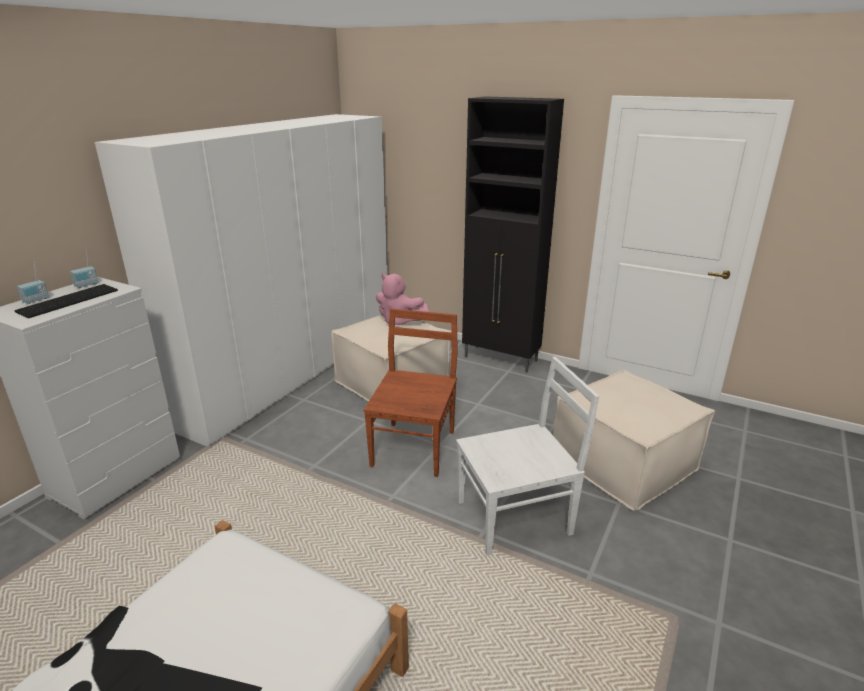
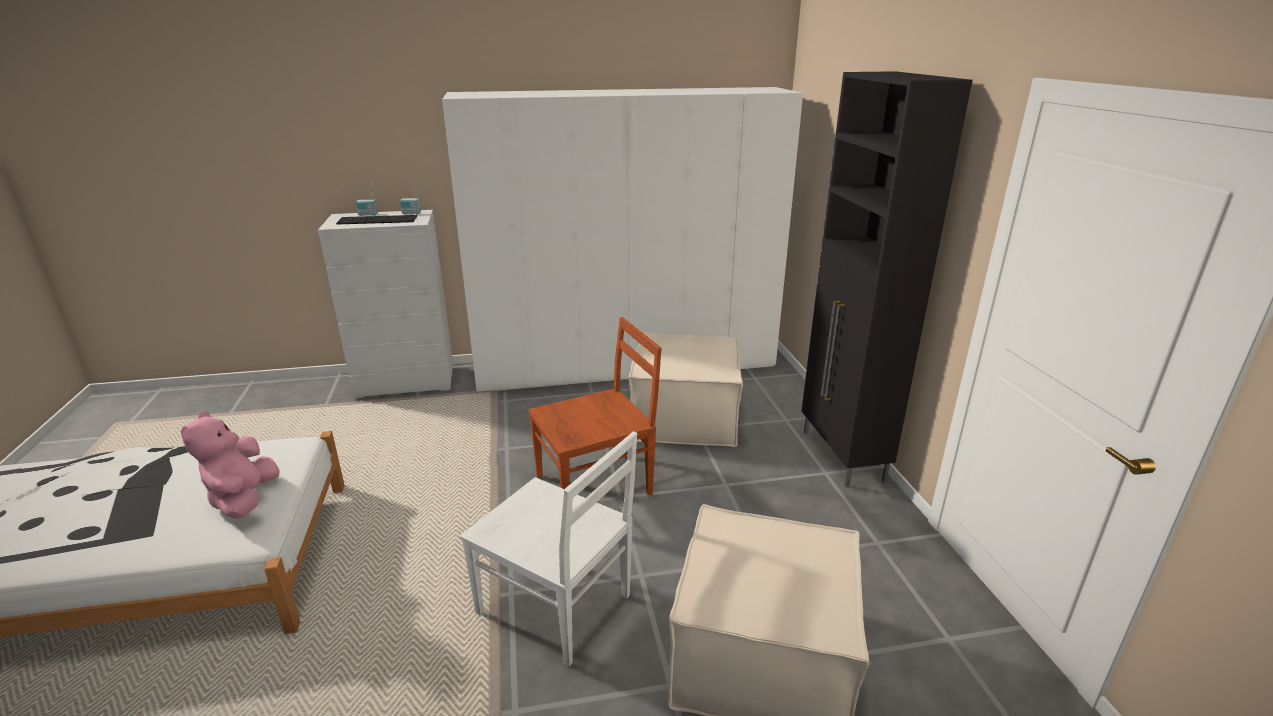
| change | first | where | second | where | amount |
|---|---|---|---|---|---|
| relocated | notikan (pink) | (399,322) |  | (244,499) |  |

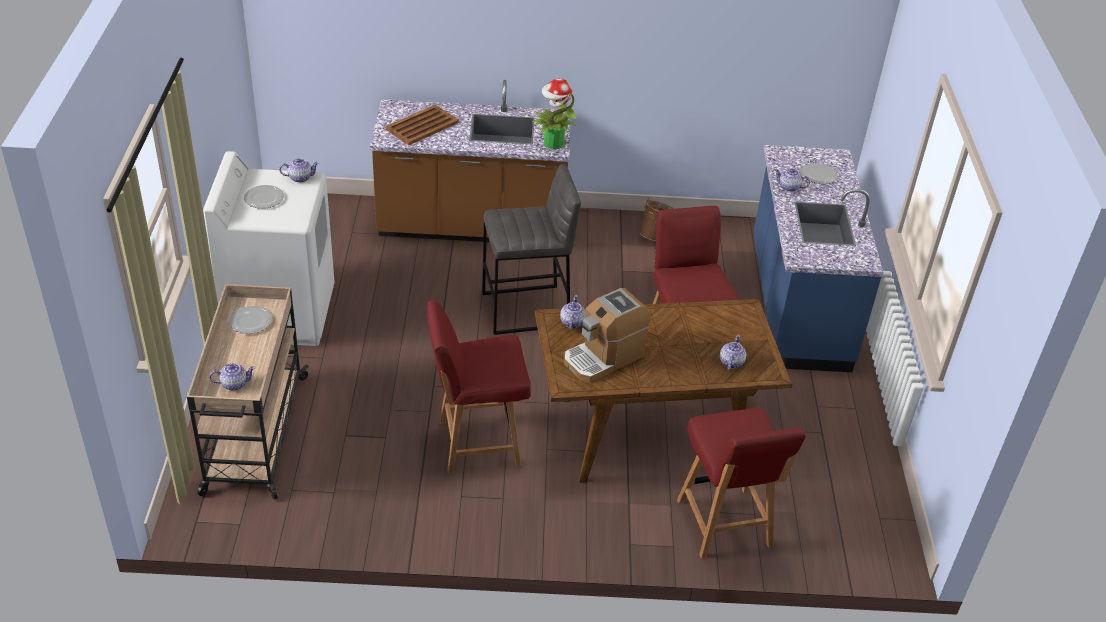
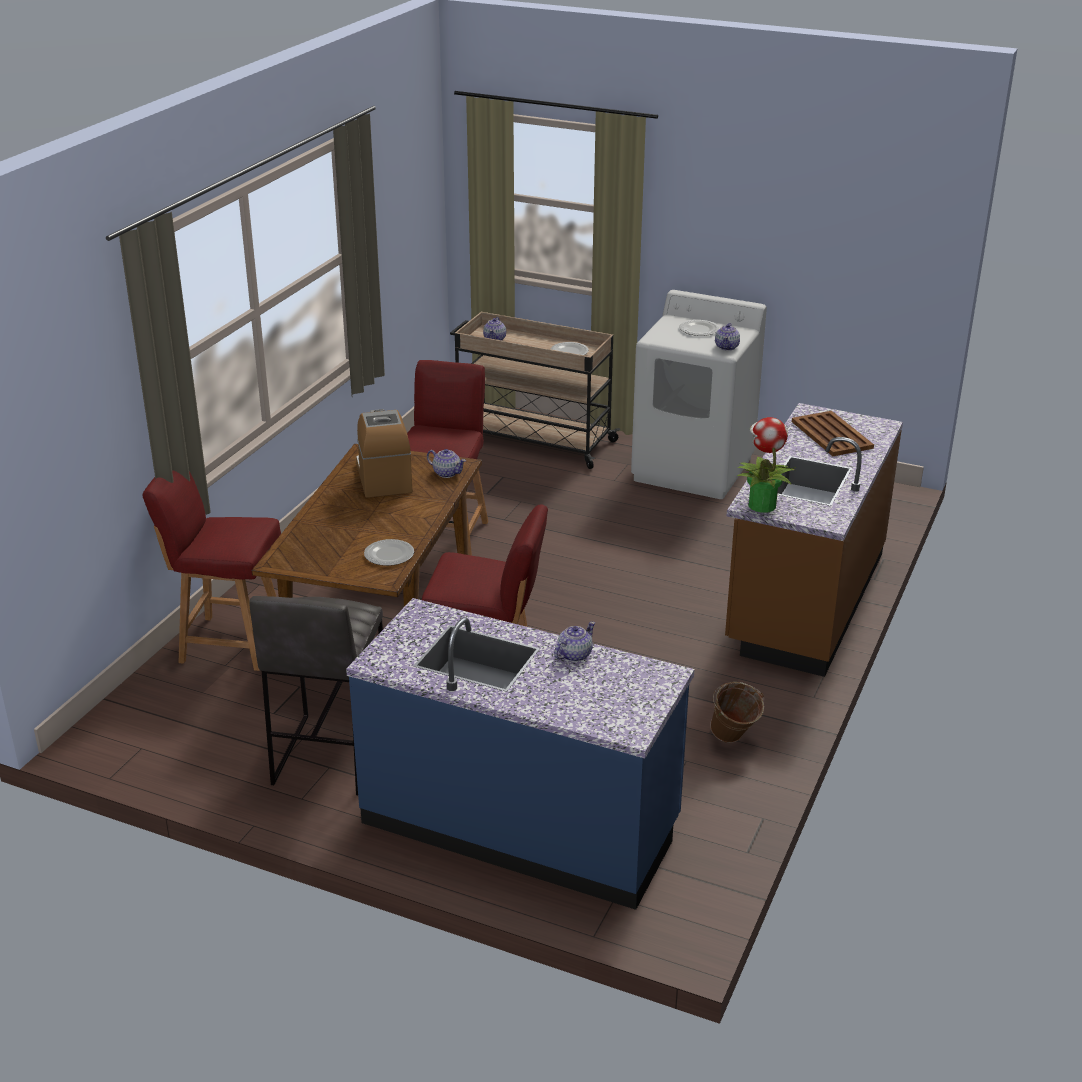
| change | first | where | second | where | amount |
|---|---|---|---|---|---|
| relocated | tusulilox | (819,175) |  | (388,555) |  |
| relocated | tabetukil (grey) | (526,310) |  | (329,755) |  |
| missing | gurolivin | (731,362) |  |  |  |

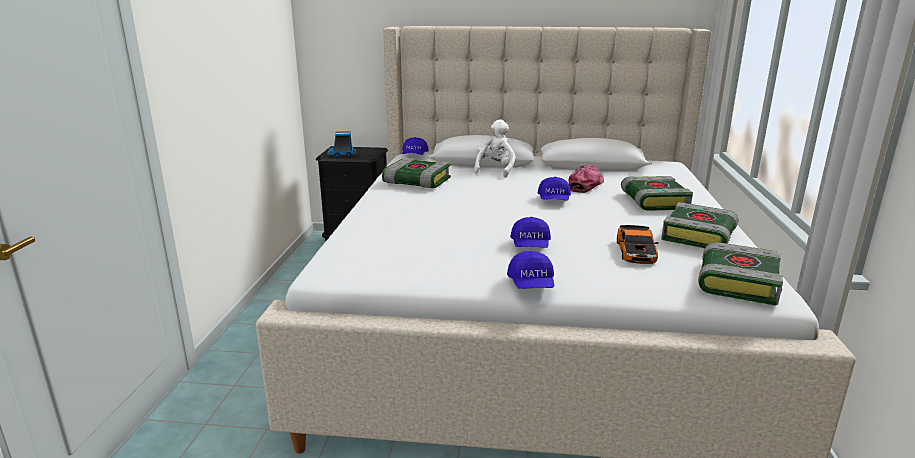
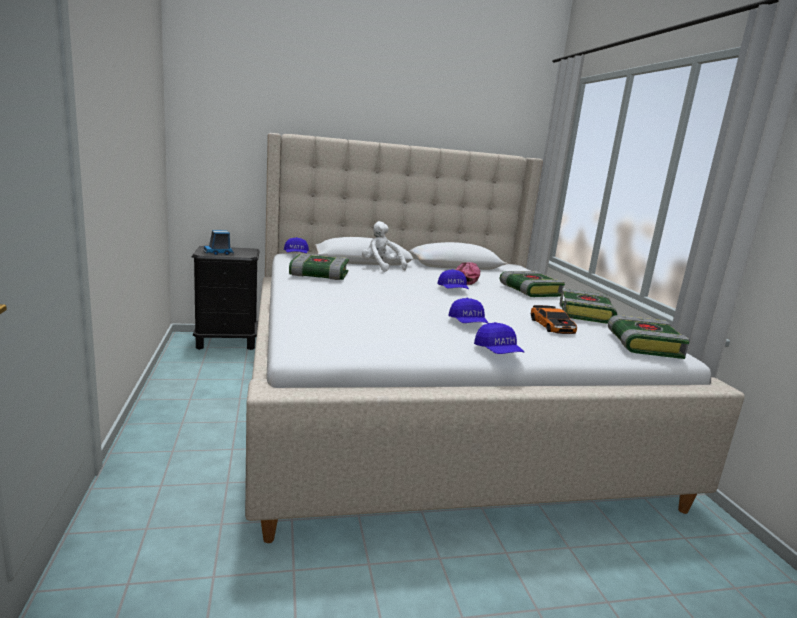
| change | first | where | second | where | amount |
|---|---|---|---|---|---|
| spun | notikan (white) | (495,170) |  | (381,267) | 45 degrees counterclockwise |

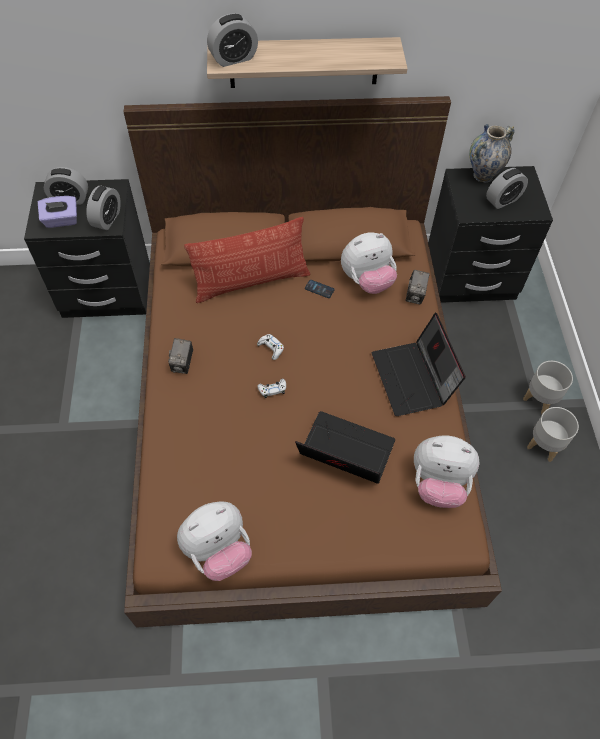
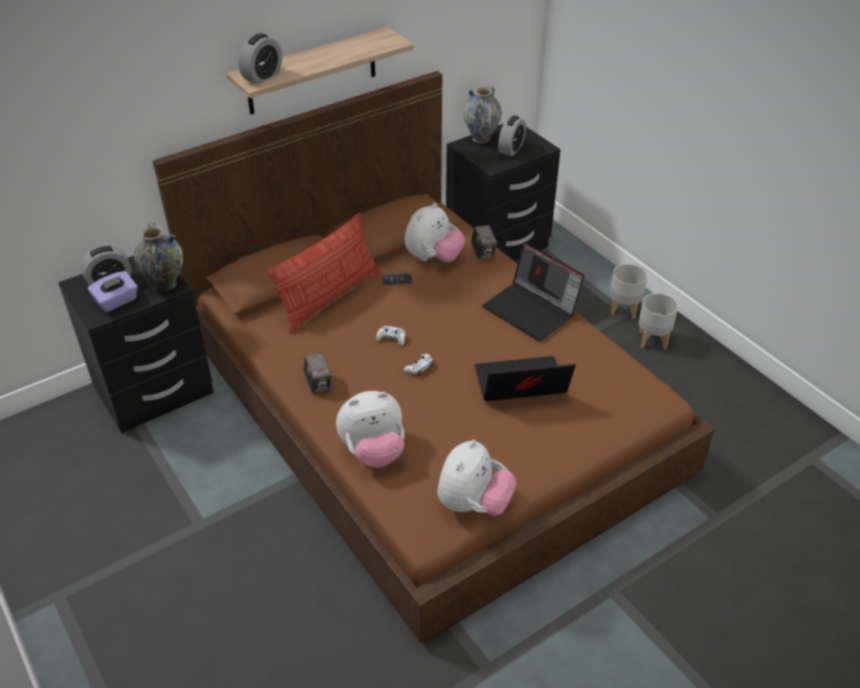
| change | first | where | second | where | amount |
|---|---|---|---|---|---|
| exchanged | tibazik | (107,219) | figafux | (165,284) |  |
| relocated | notikan | (438,483) |  | (373,452) |  |

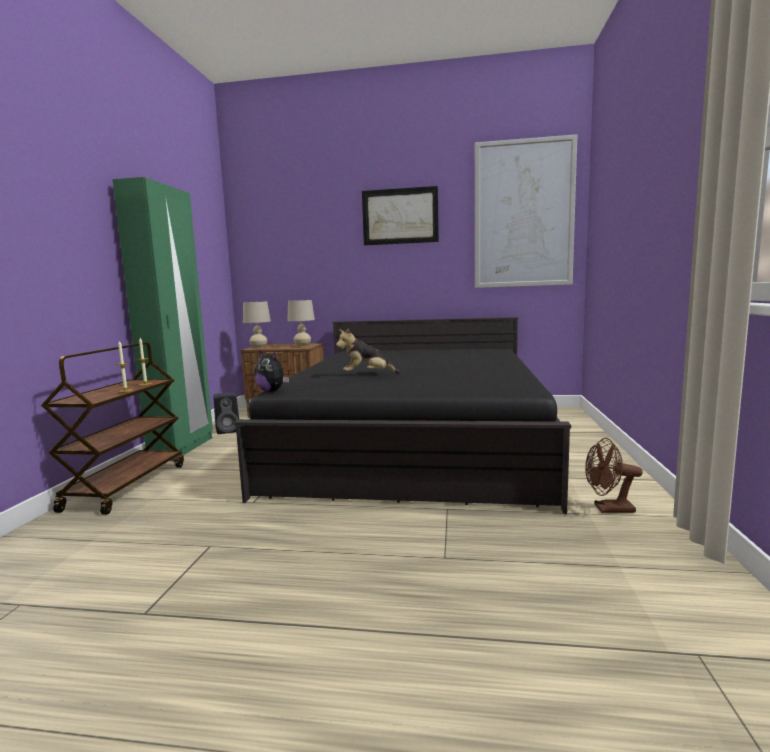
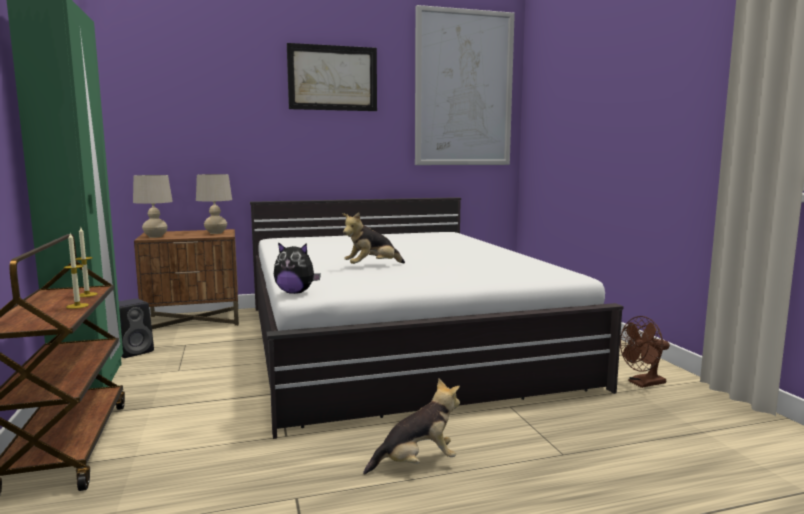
| change | first | where | second | where | amount |
|---|---|---|---|---|---|
| colour | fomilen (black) | (415,442) | fomilen (white) | (396,341) |  |
| appeared |  |  | notikan | (417,463) |  |

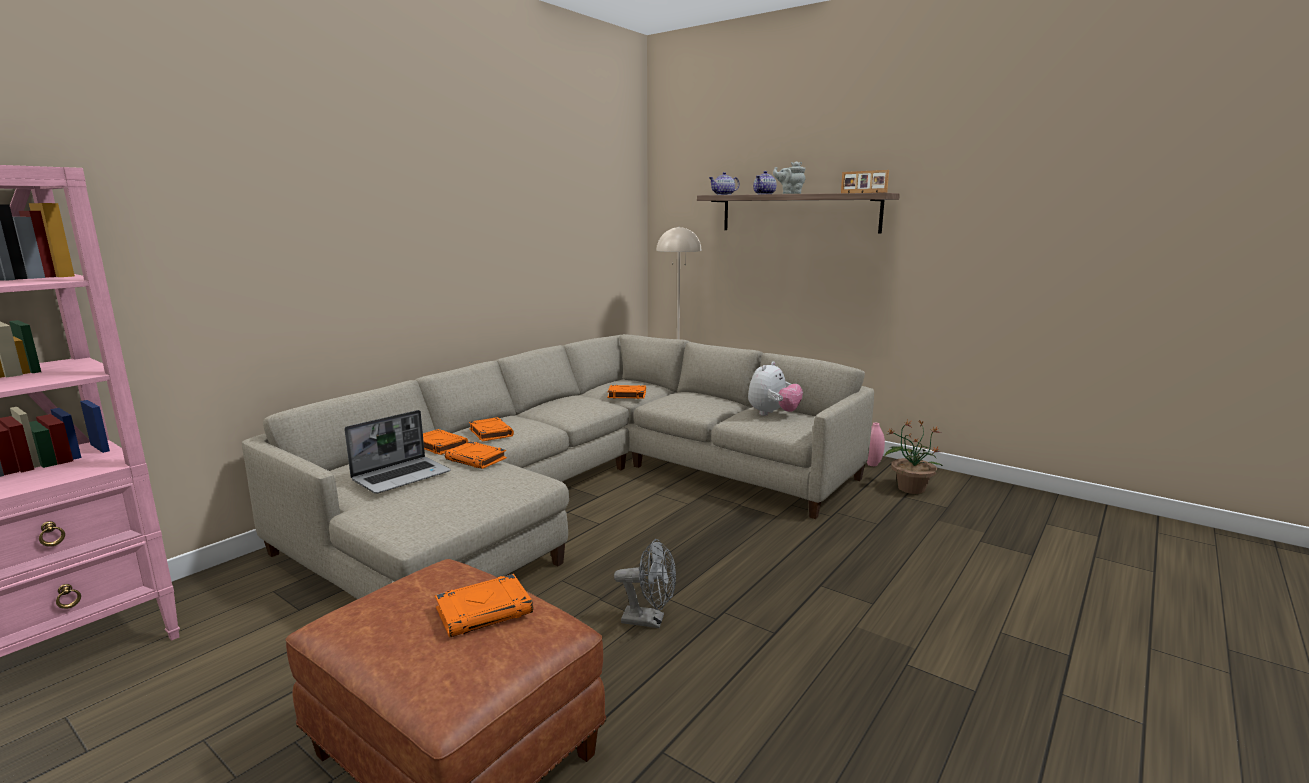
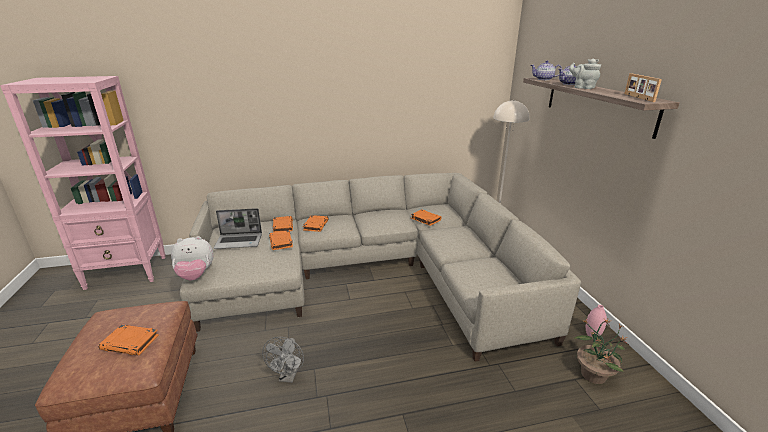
| change | first | where | second | where | amount |
|---|---|---|---|---|---|
| relocated | notikan | (773,414) |  | (196,275) |  |
| spun | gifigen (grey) | (649,620) |  | (288,376) | 45 degrees clockwise |

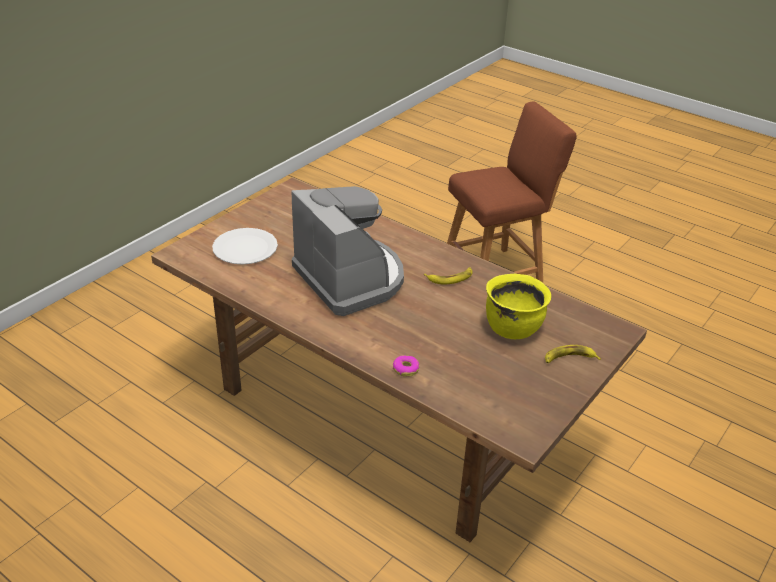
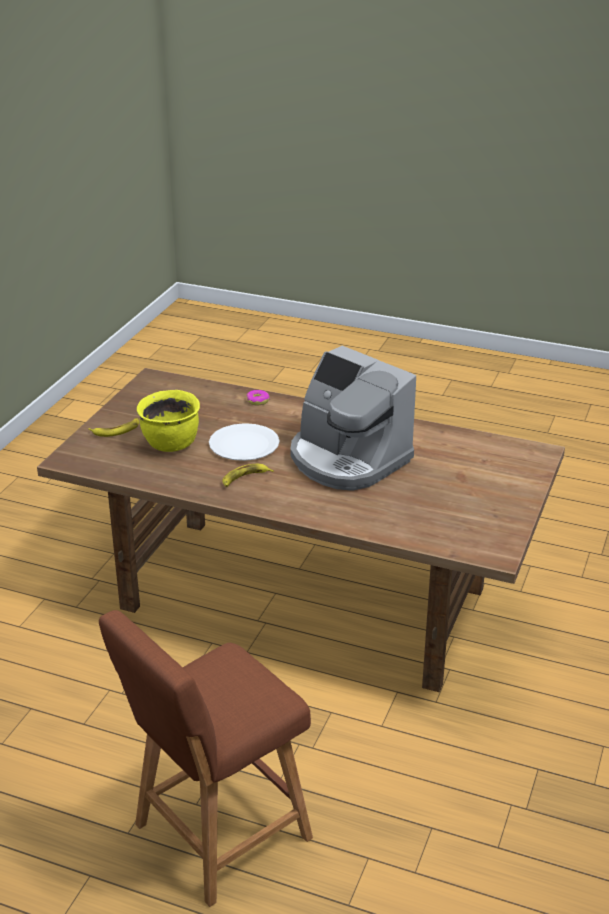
| change | first | where | second | where | amount |
|---|---|---|---|---|---|
| relocated | tusulilox (white) | (245,248) |  | (244,444) |  |

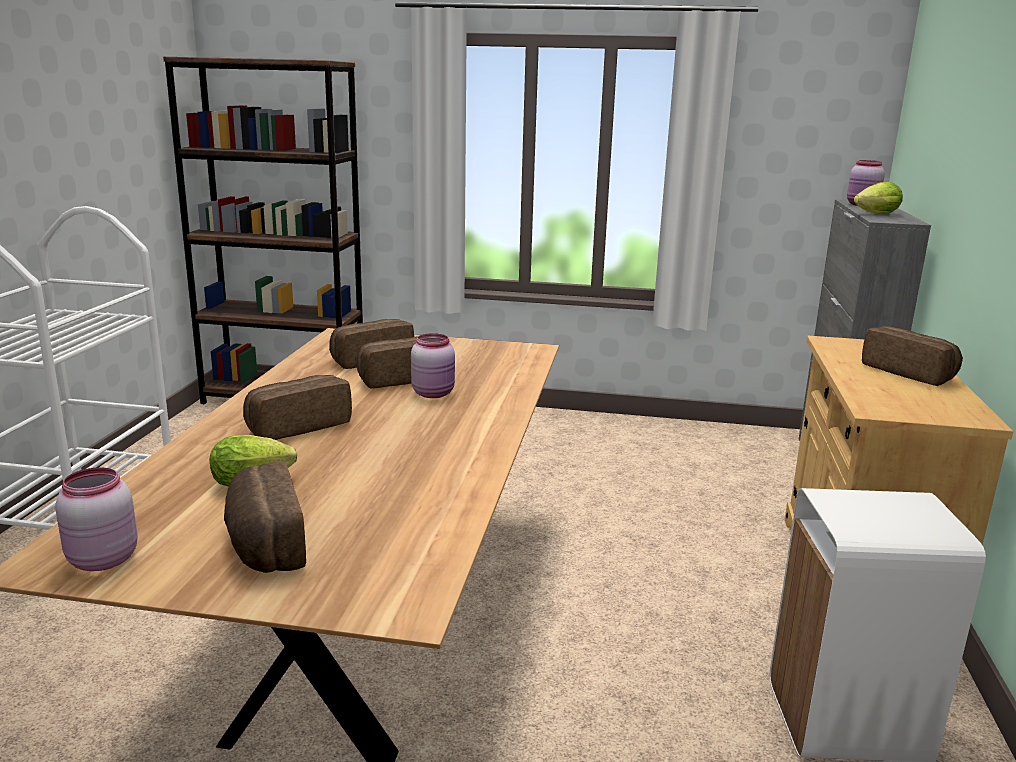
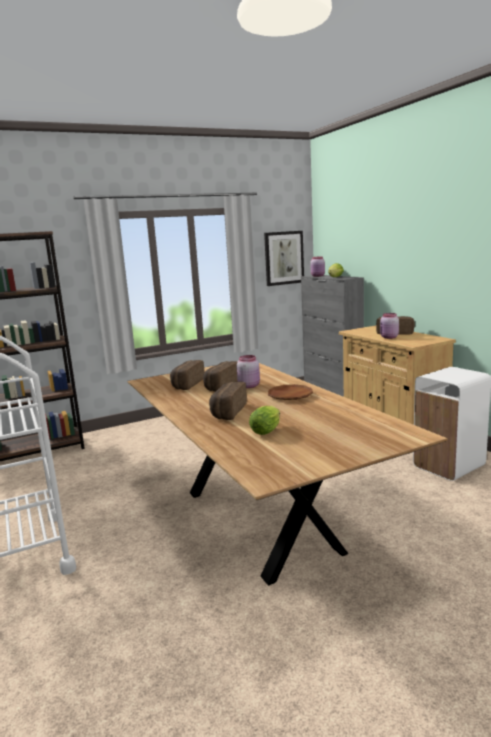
| change | first | where | second | where | amount |
|---|---|---|---|---|---|
| missing | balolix | (263,544) |  |  |  |
| relocated | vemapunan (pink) | (100,560) |  | (389,337) |  |
| appeared |  |  | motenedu | (284,258) |  |
| appeared |  |  | tusulilox (brown) | (290,395) |  |

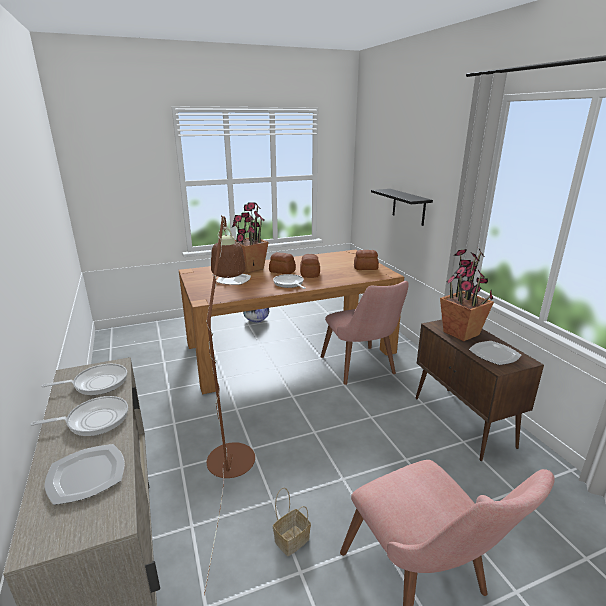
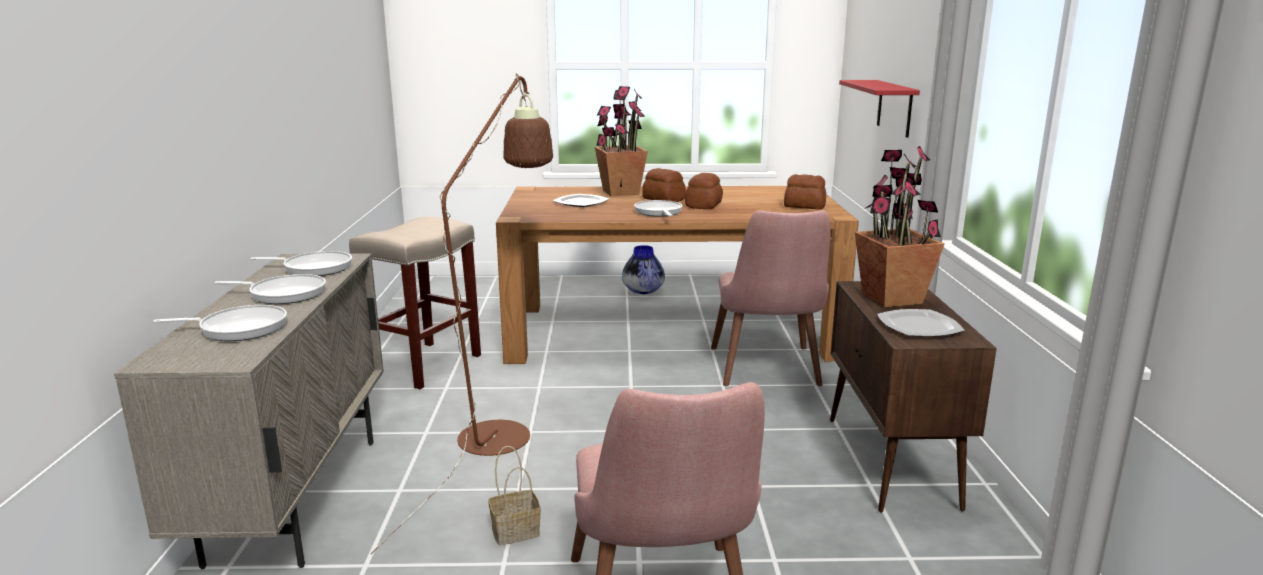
| change | first | where | second | where | amount |
|---|---|---|---|---|---|
| colour | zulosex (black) | (408,207) | zulosex (red) | (894,108) |  |
| exchanged | tusulilox | (85,475) | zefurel | (238,328) |  |
| appeared |  |  | tabetukil (beige) | (425,364) |  |

